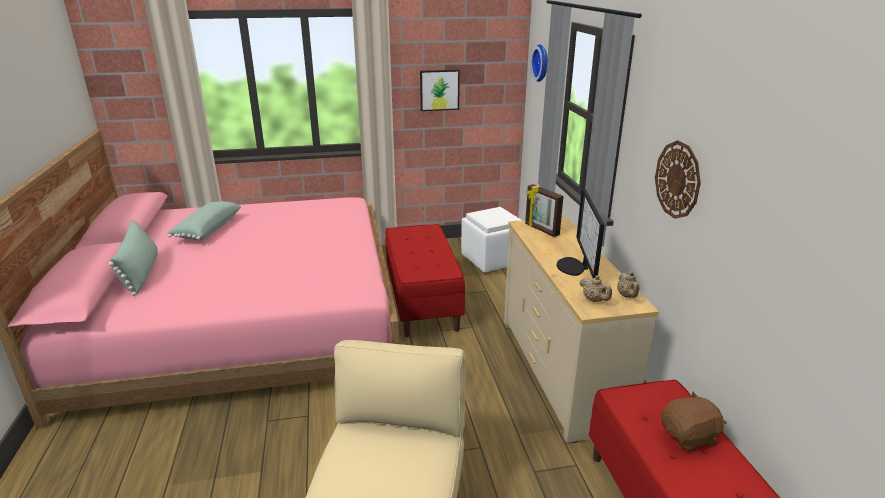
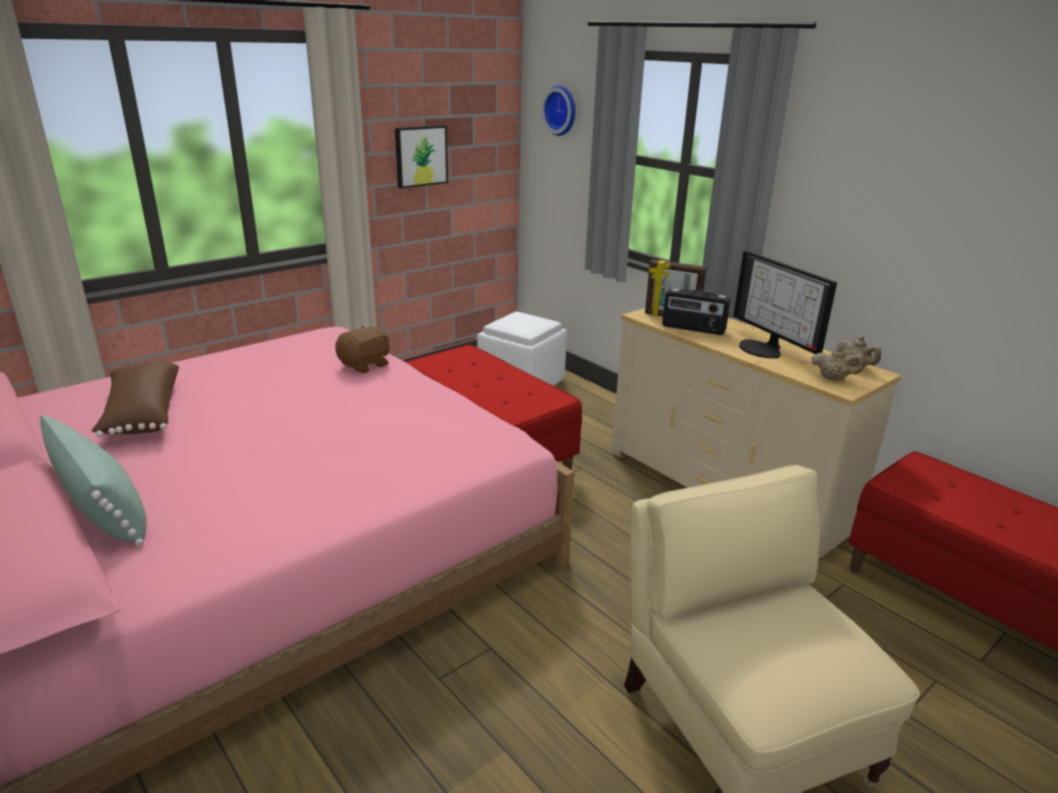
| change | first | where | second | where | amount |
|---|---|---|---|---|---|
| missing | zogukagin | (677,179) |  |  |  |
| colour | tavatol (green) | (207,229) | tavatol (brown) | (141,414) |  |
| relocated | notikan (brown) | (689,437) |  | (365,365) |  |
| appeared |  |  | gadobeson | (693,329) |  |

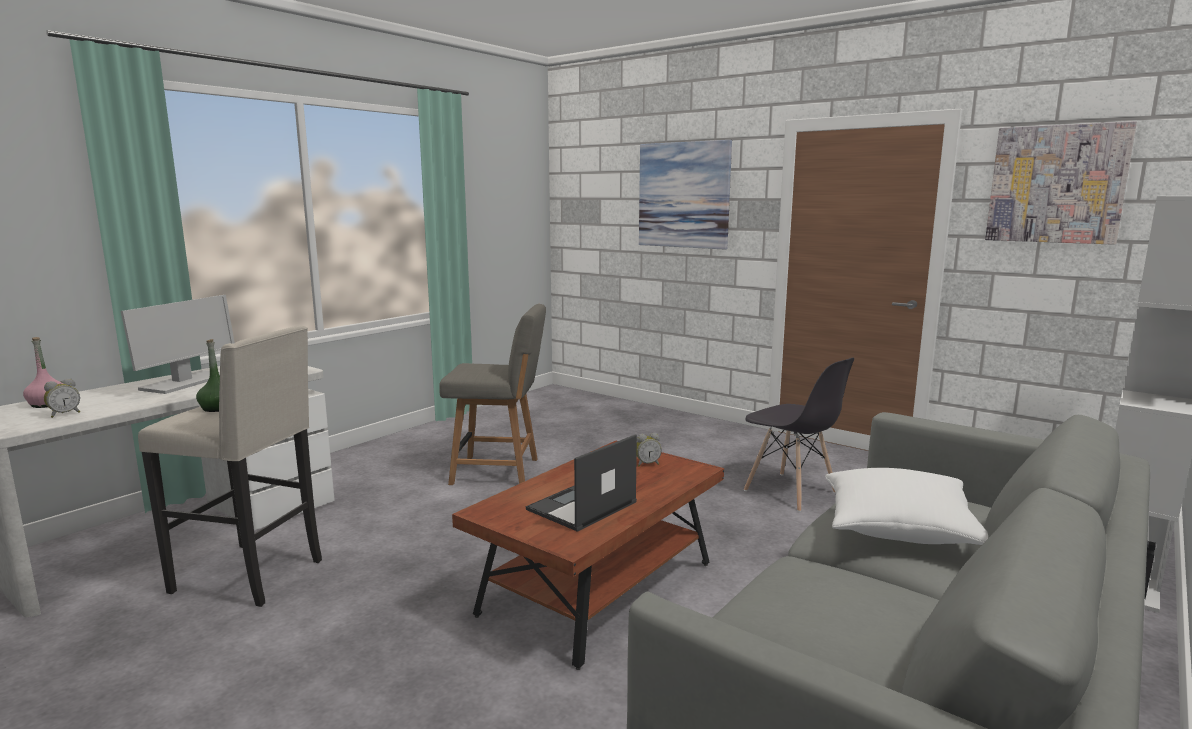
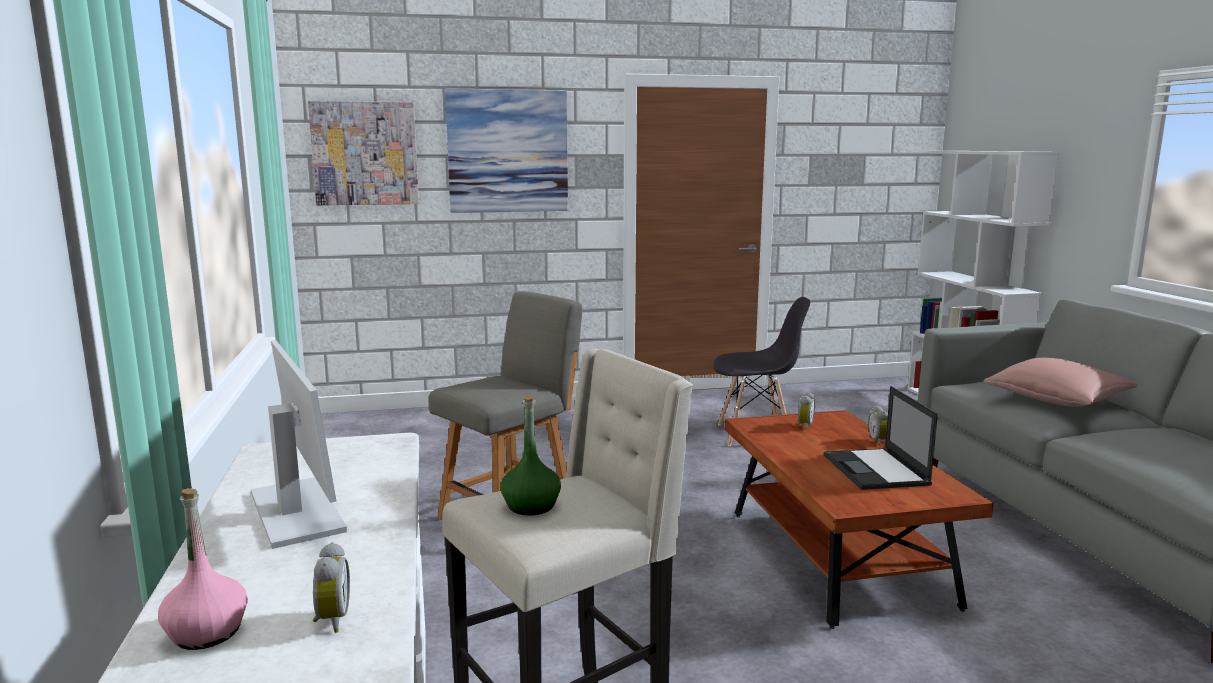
| change | first | where | second | where | amount |
|---|---|---|---|---|---|
| relocated | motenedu | (1056,184) |  | (365,153) |  |
| colour | tavatol (white) | (898,528) | tavatol (pink) | (1058,399) |  |
| appeared |  |  | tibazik | (879,441) |  |

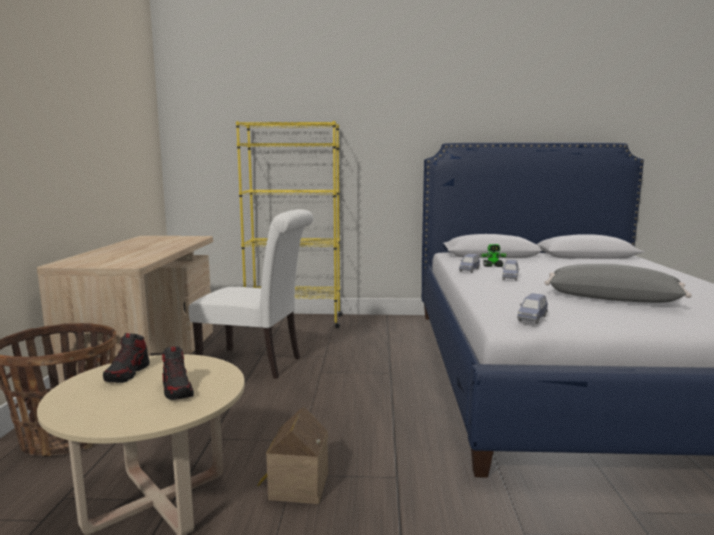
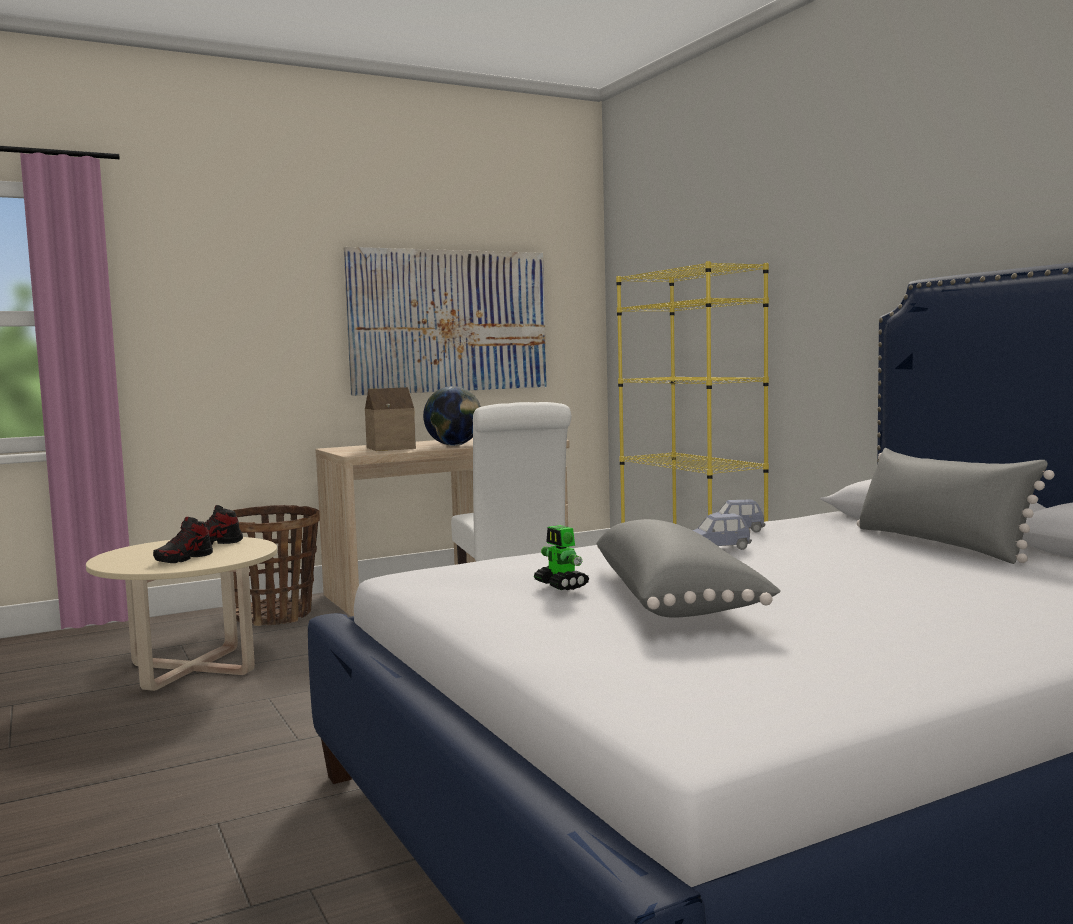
| change | first | where | second | where | amount |
|---|---|---|---|---|---|
| relocated | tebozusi | (493,266) |  | (561,585) |  |
| missing | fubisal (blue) | (532,318) |  |  |  |
| relocated | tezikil | (295,486) |  | (389,448) |  |
| appeared |  |  | motenedu | (449,321) |  |
| appeared |  |  | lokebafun | (454,445) |  |
| appeared |  |  | tavatol (grey) | (940,544) |  |

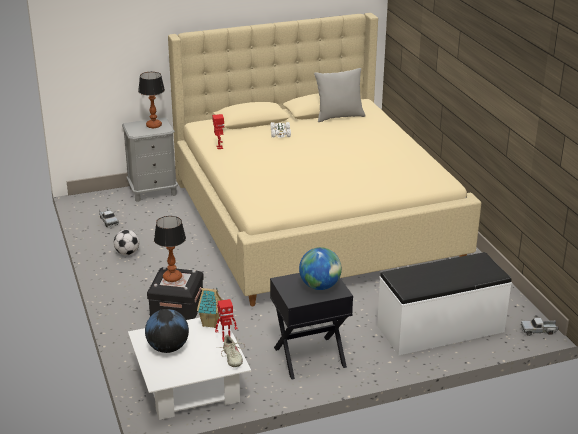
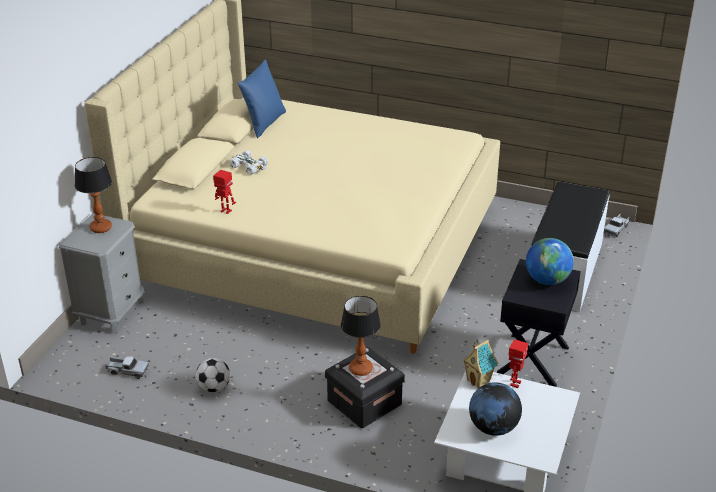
| change | first | where | second | where | amount |
|---|---|---|---|---|---|
| colour | tavatol (grey) | (339,116) | tavatol (blue) | (264,123) |  |
| missing | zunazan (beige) | (232,357) |  |  |  |

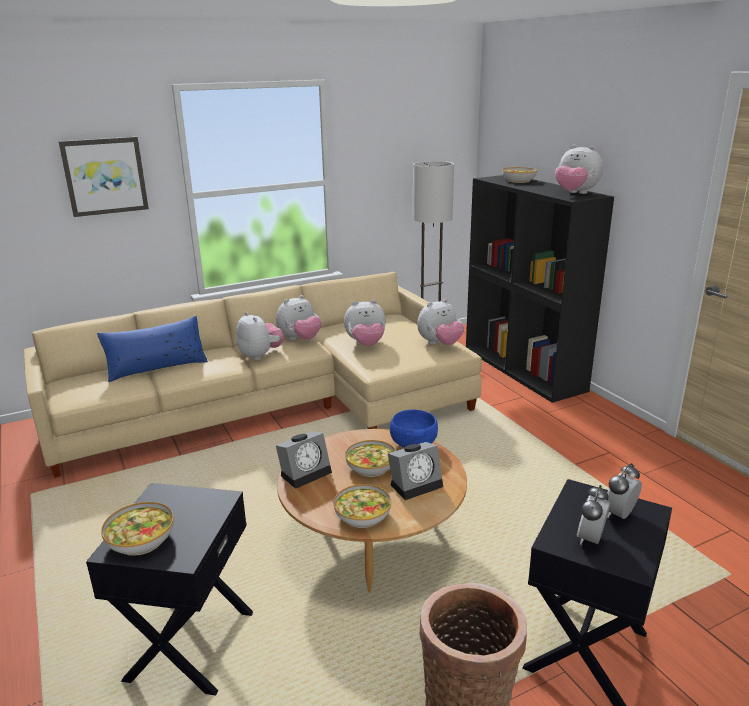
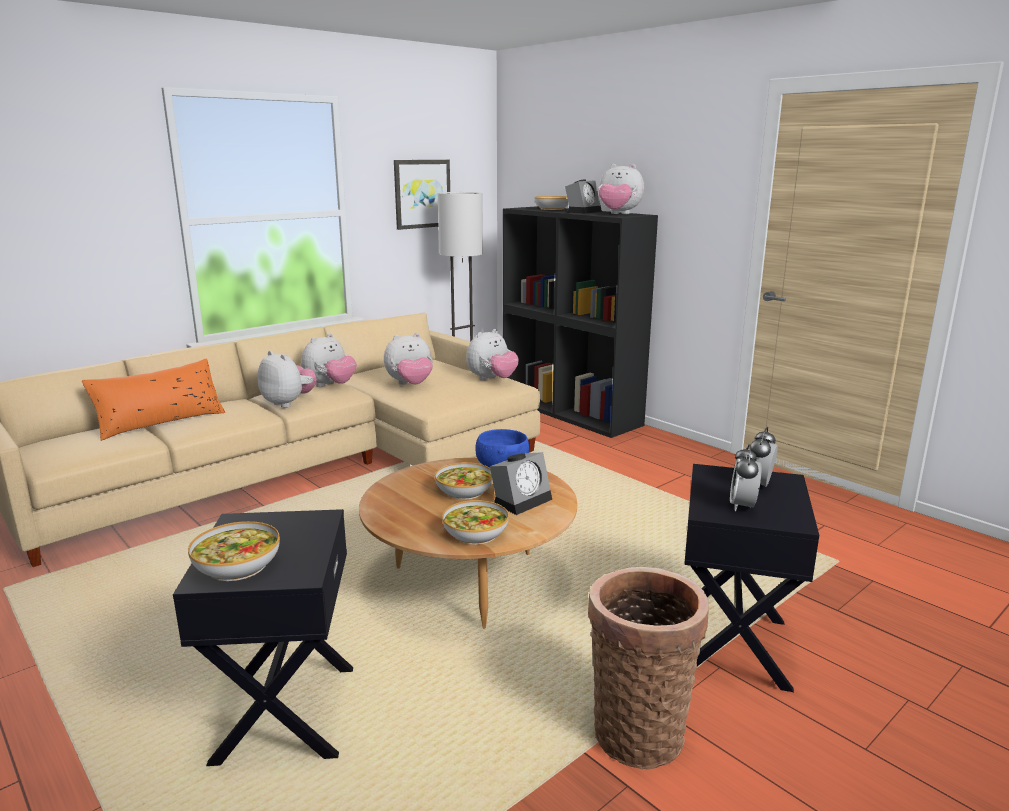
| change | first | where | second | where | amount |
|---|---|---|---|---|---|
| relocated | motenedu | (105,176) |  | (422,194) |  |
| colour | tavatol (blue) | (157,367) | tavatol (orange) | (160,422) |  |
| relocated | tibazik | (306,472) |  | (583,211) |  |

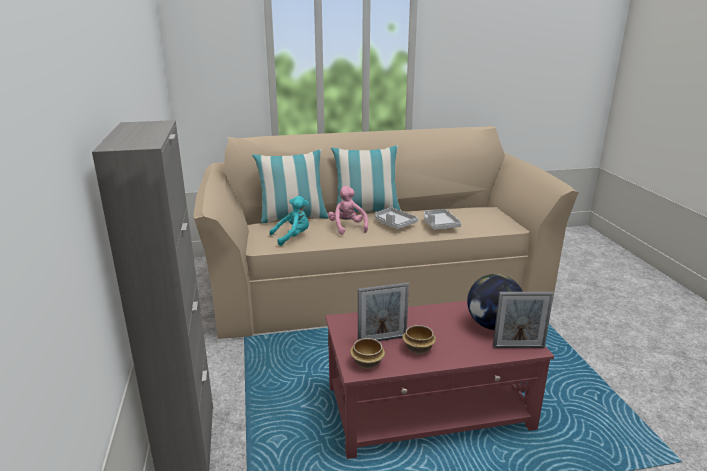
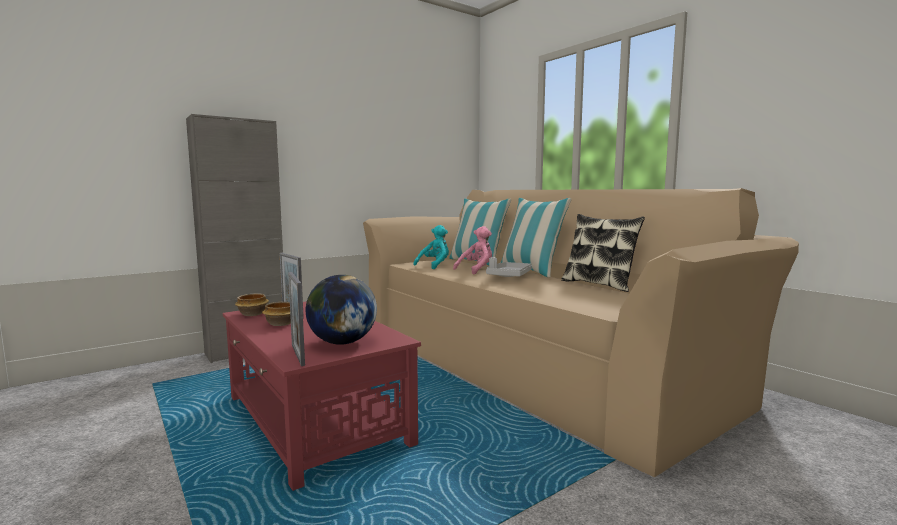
| change | first | where | second | where | amount |
|---|---|---|---|---|---|
| spun | notikan (turquoise) | (293,237) |  | (435,265) | 90 degrees counterclockwise |
| missing | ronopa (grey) | (439,225) |  |  |  |
| appeared |  |  | tavatol | (599,284) |  |

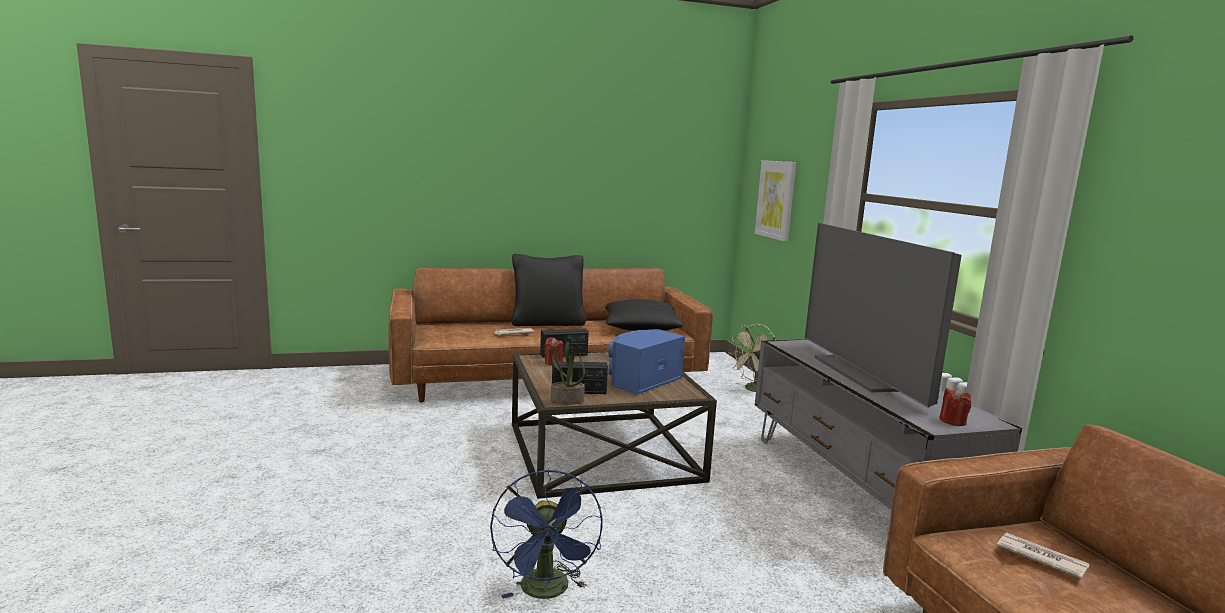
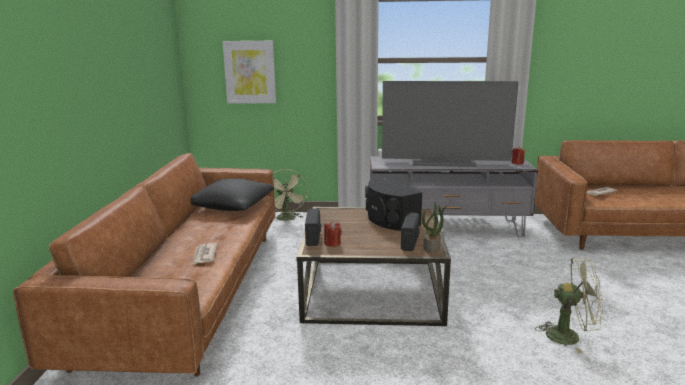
| change | first | where | second | where | amount |
|---|---|---|---|---|---|
| missing | tavatol (black) | (547,323) |  |  |  |
| colour | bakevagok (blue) | (642,380) | bakevagok (black) | (390,220) |  |
| colour | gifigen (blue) | (547,592) | gifigen (green) | (570,336) |  |

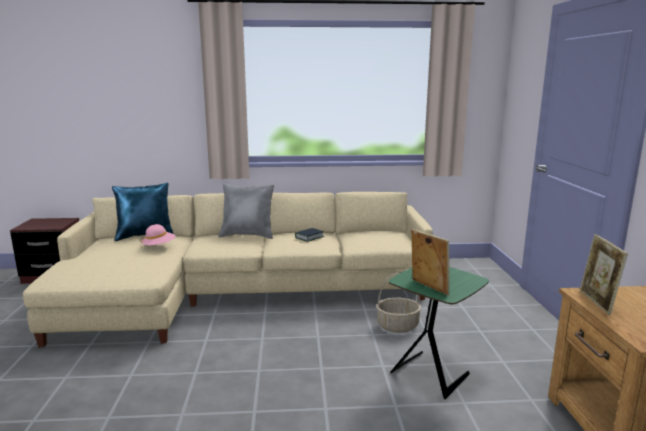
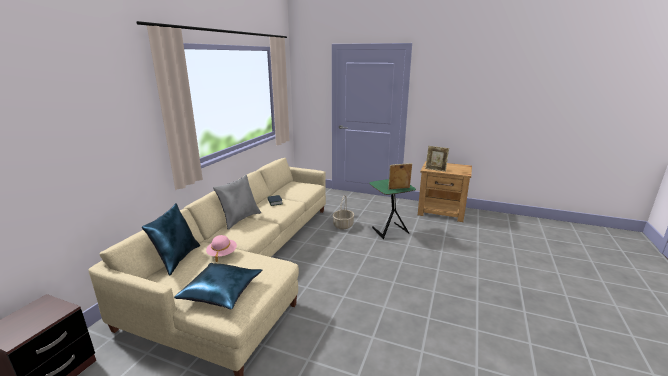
| change | first | where | second | where | amount |
|---|---|---|---|---|---|
| appeared |  |  | tavatol (blue) | (221,291) |  |

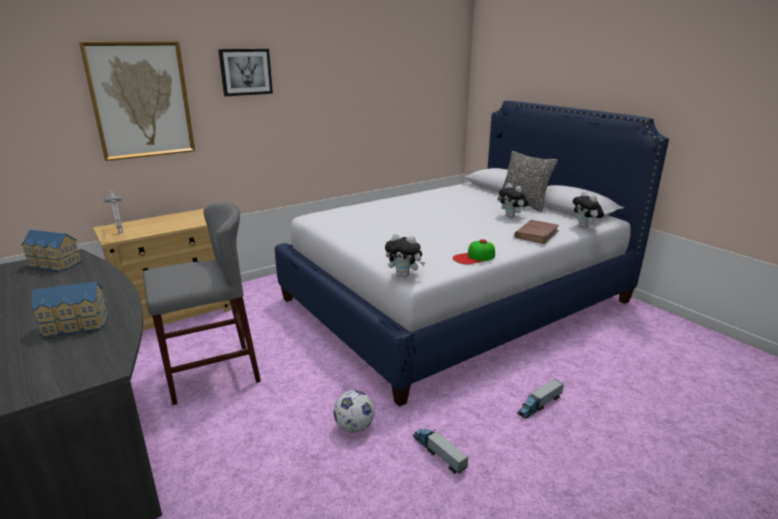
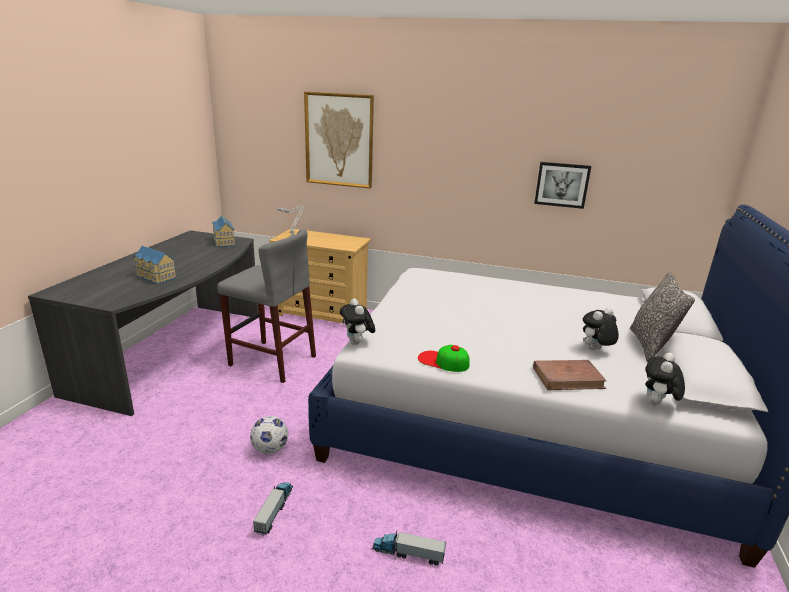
| change | first | where | second | where | amount |
|---|---|---|---|---|---|
| relocated | motenedu | (245,72) |  | (562,184) |  |
| spun | notikan | (512,216) |  | (595,350) | 45 degrees clockwise |

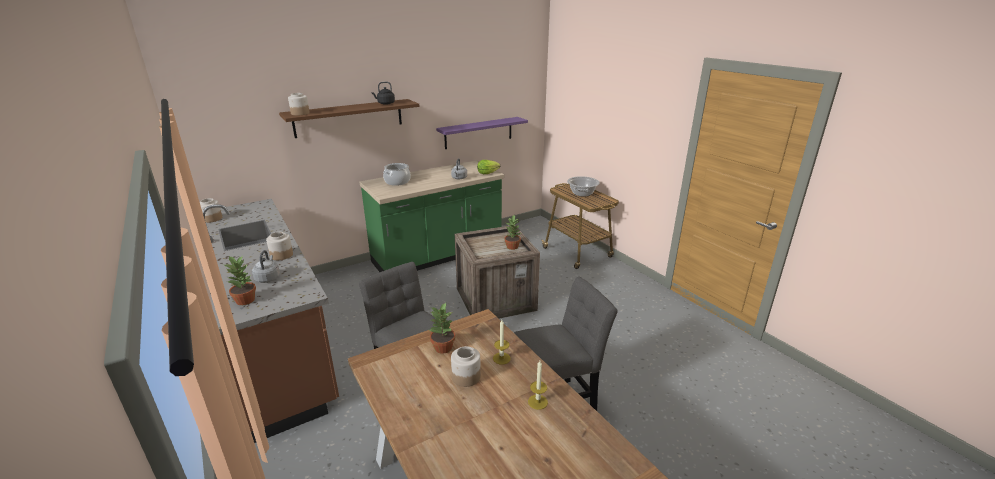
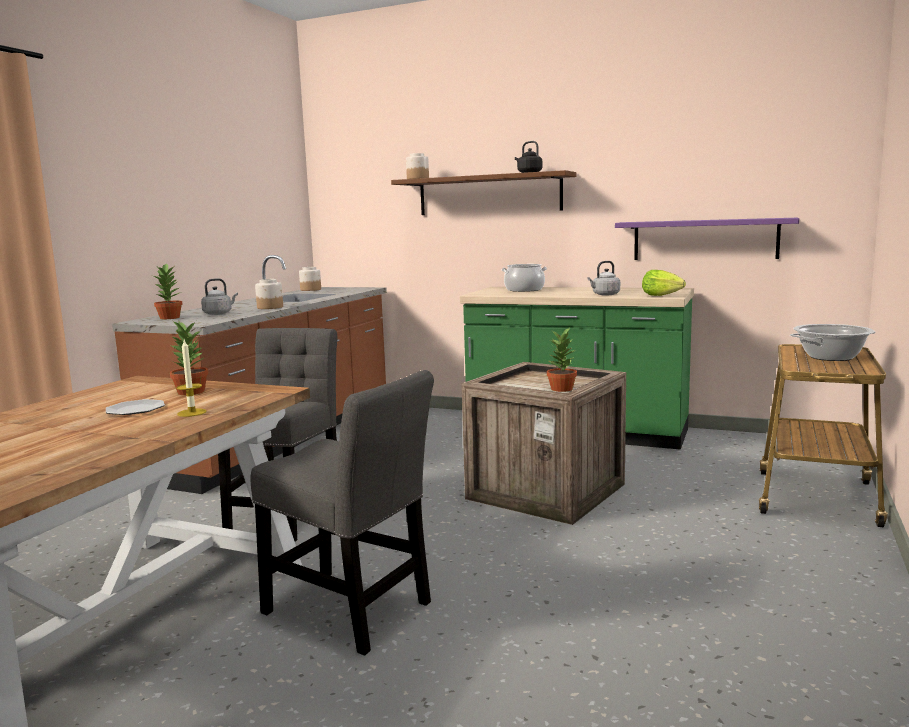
| change | first | where | second | where | amount |
|---|---|---|---|---|---|
| exchanged | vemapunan | (466,377) | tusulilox | (135,410) |  |
| missing | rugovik | (537,402) |  |  |  |

